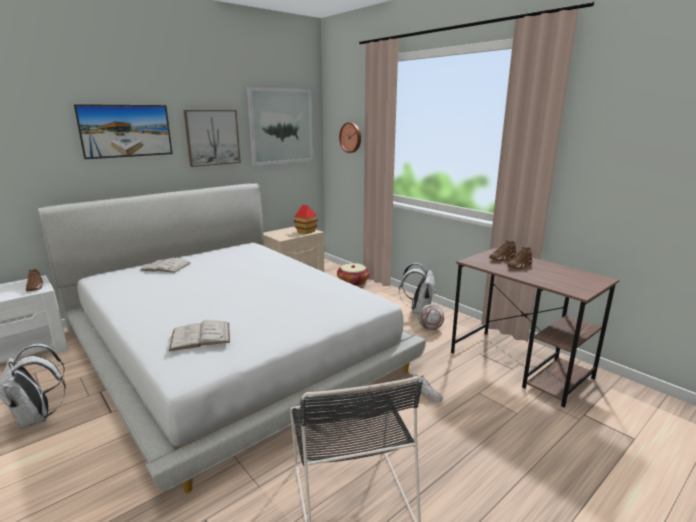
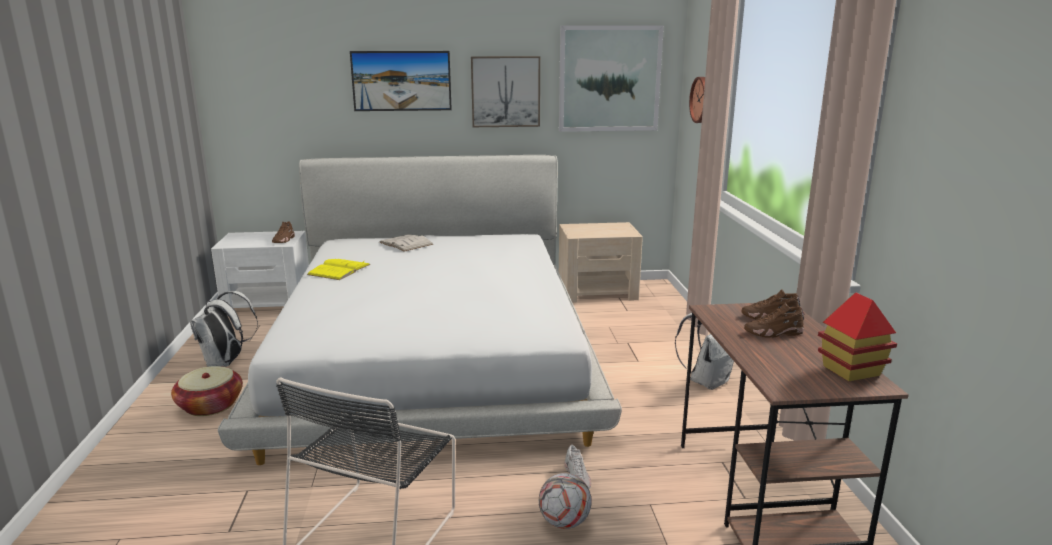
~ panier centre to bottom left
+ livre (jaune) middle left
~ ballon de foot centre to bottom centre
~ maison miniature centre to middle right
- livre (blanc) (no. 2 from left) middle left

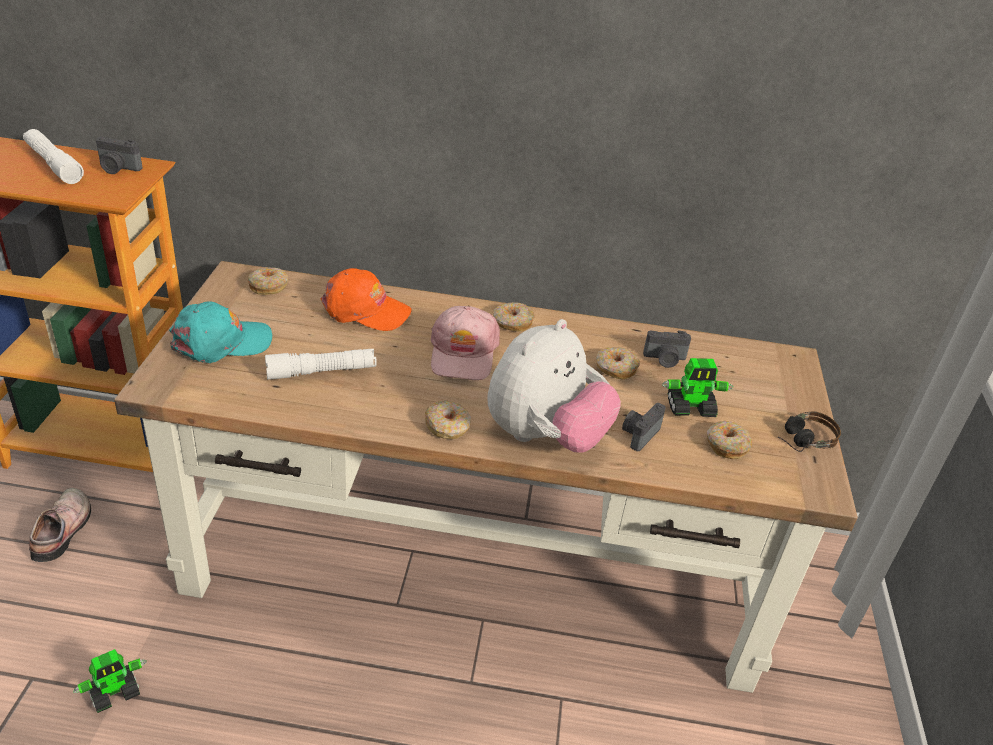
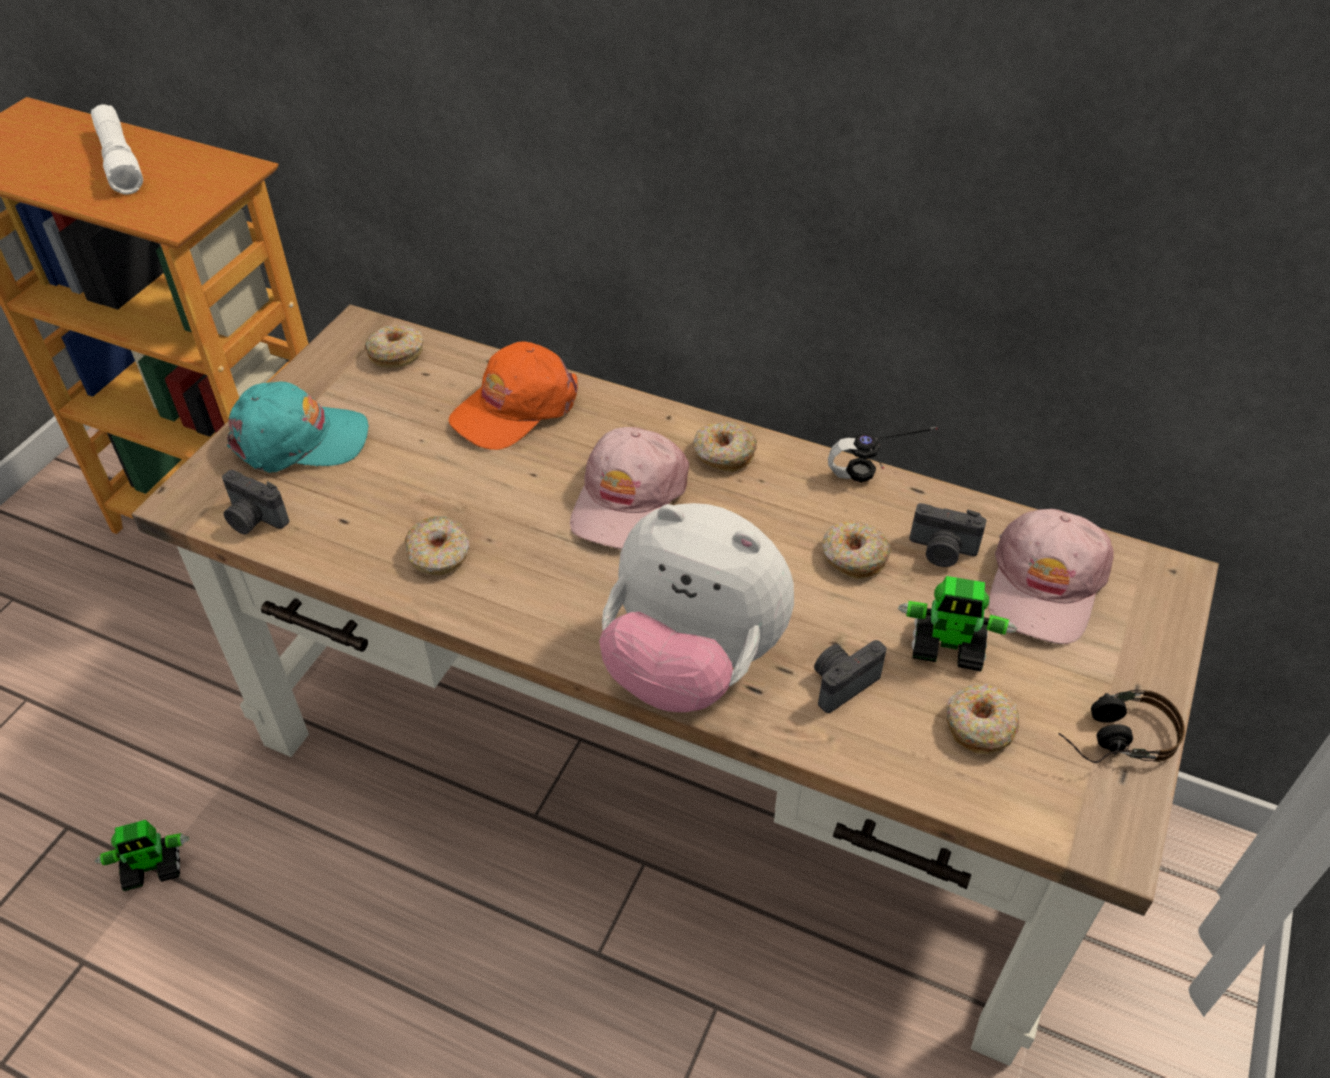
~ appareil photo (no. 1 from left) top left to middle left
~ beignet (no. 2 from left) centre to middle left
~ casquette (orange) centre = centre 105 degrees clockwise
~ peluche centre = centre 60 degrees clockwise
+ casque audio (no. 1 from left) centre
+ casquette (rose) (no. 2 from left) middle right
- chaussure bottom left
- lampe de poche (blanc) (no. 2 from left) middle left

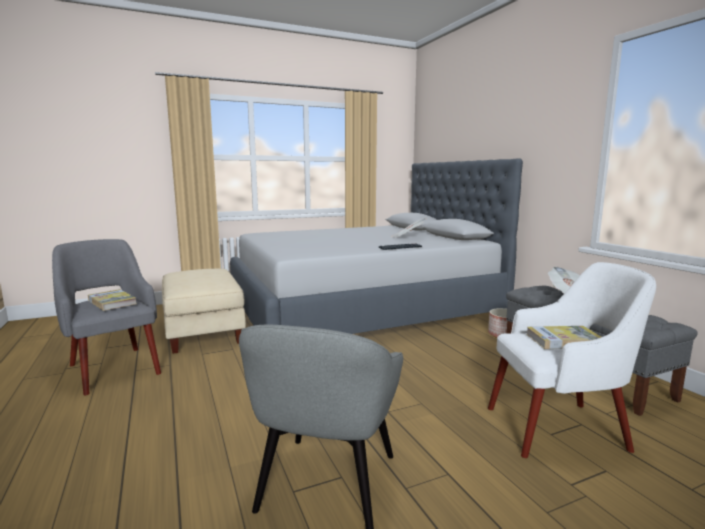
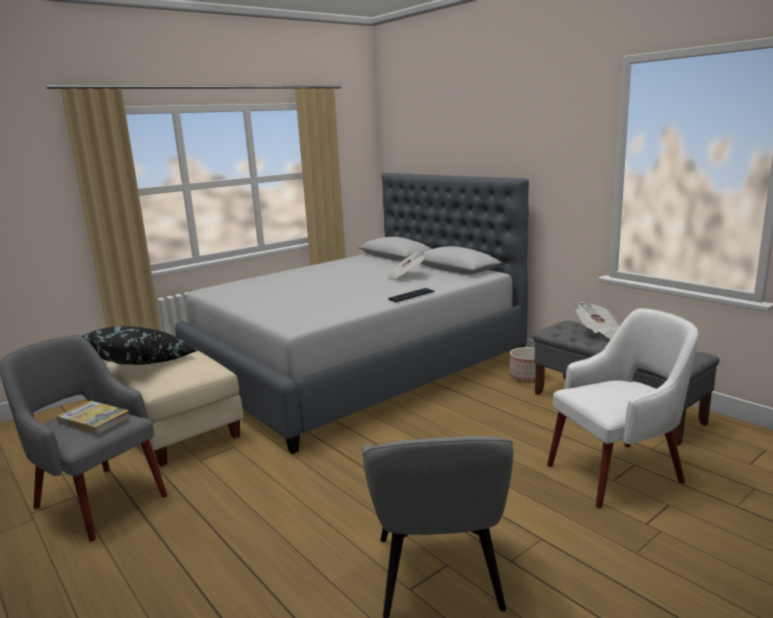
+ coussin (noir) middle left
- livre (no. 2 from left) middle right

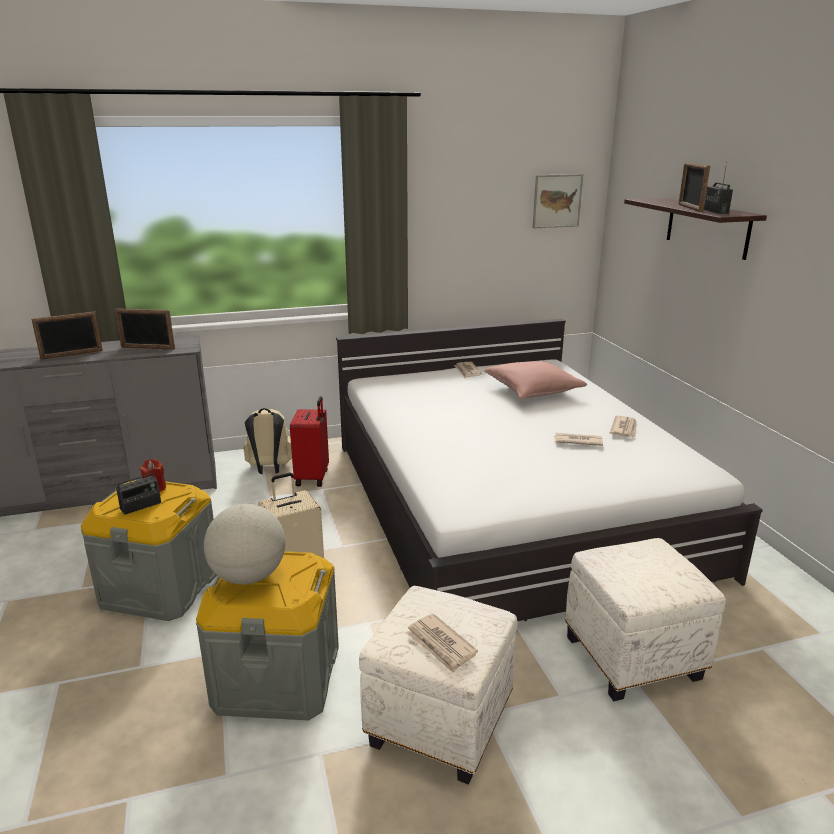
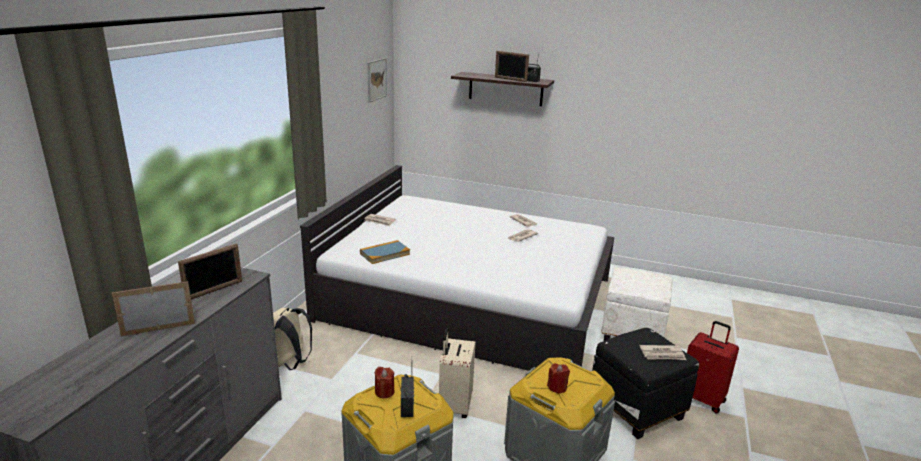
~ cadre photo (no. 1 from left) middle left = bottom left 120 degrees counterclockwise
+ livre centre
~ globe middle left to bougie (rouge) (no. 2 from left) bottom centre
~ pouf (blanc) (no. 1 from left) bottom centre to pouf (noir) bottom right
~ valise (rouge) centre to bottom right
- coussin (rose) centre

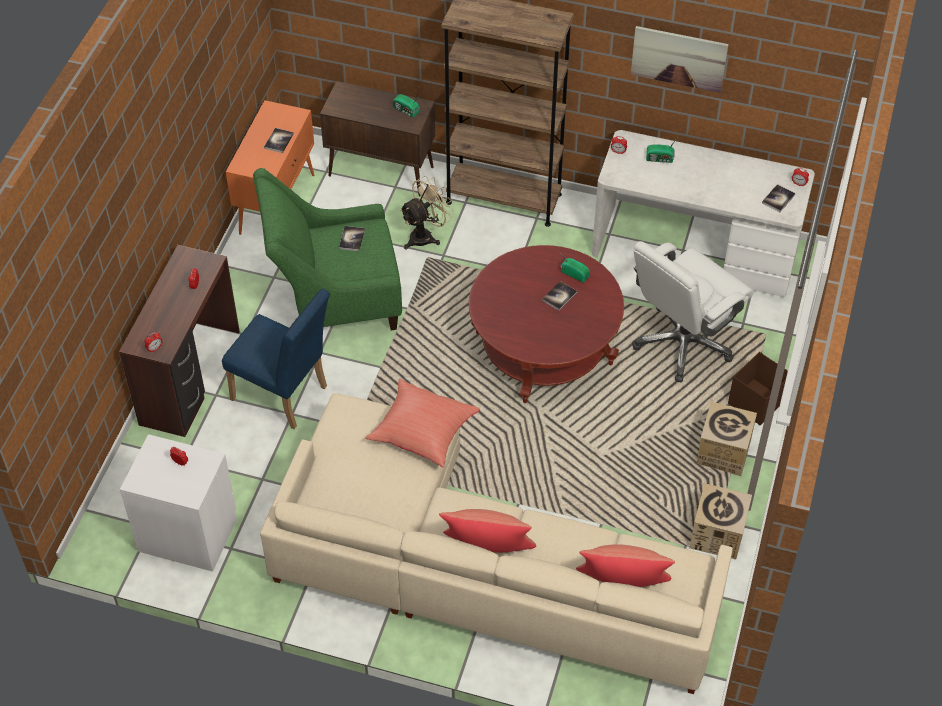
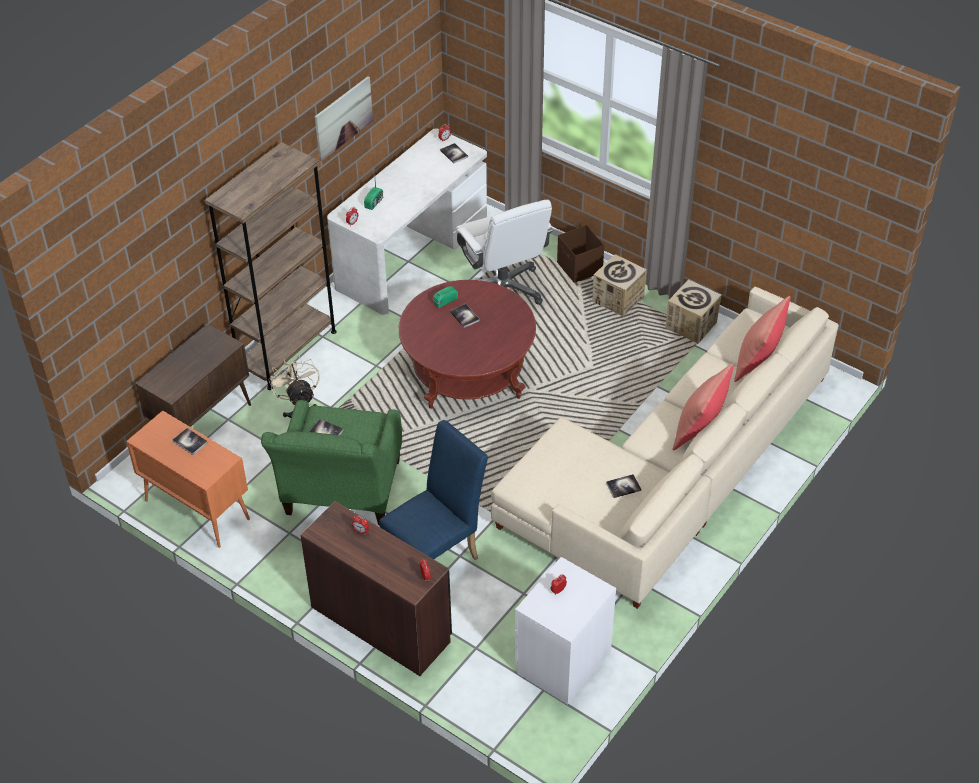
+ livre (no. 5 from left) centre
- coussin (rouge) (no. 1 from left) centre
- radio (no. 1 from left) top centre

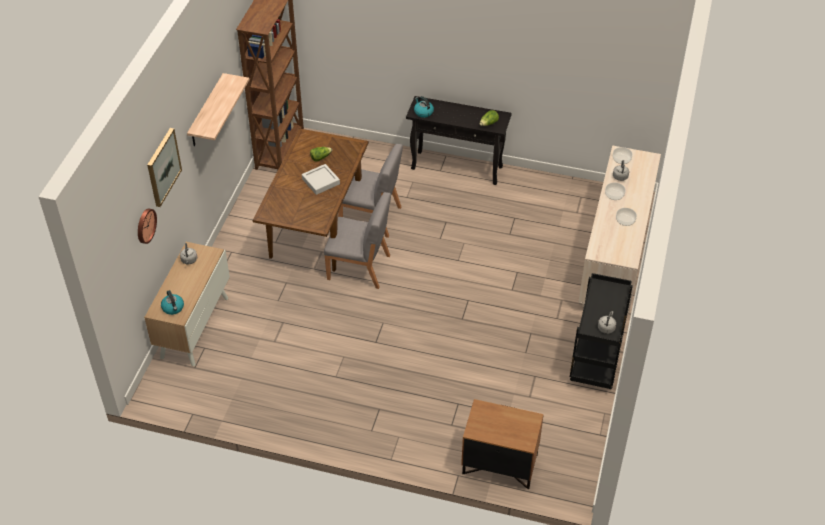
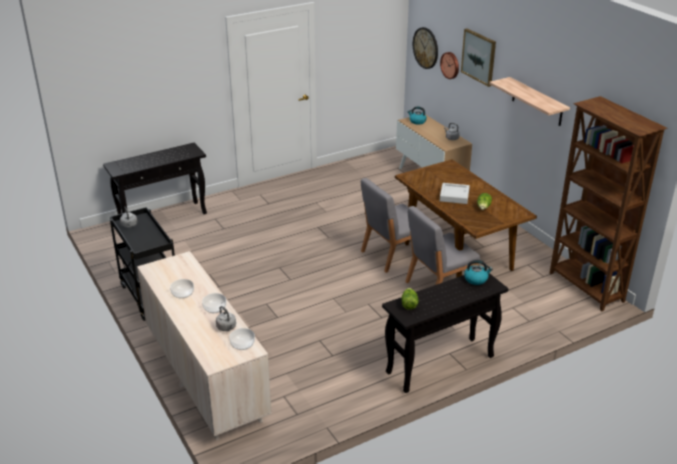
~ table de chevet (marron) bottom centre to table console (noir) (no. 1 from left) middle left
+ horloge murale (no. 1 from left) top centre

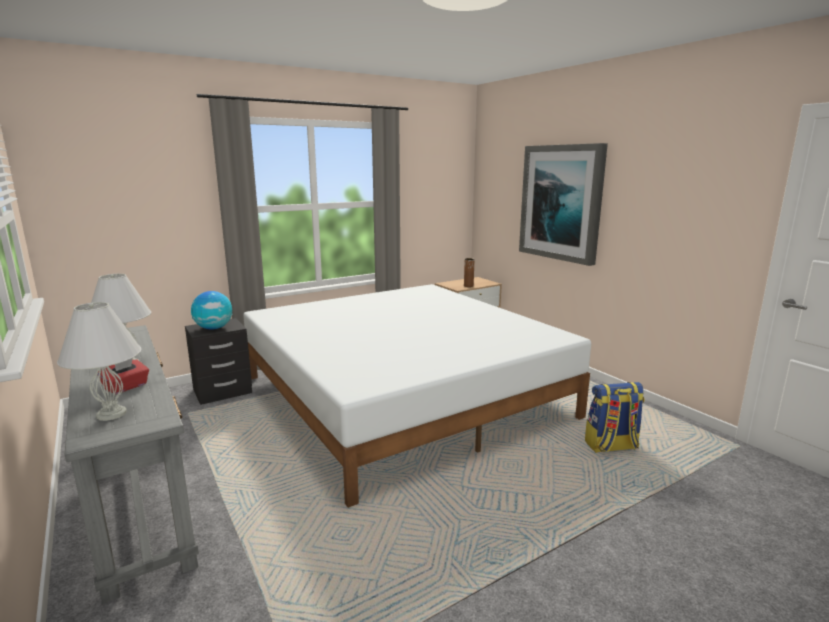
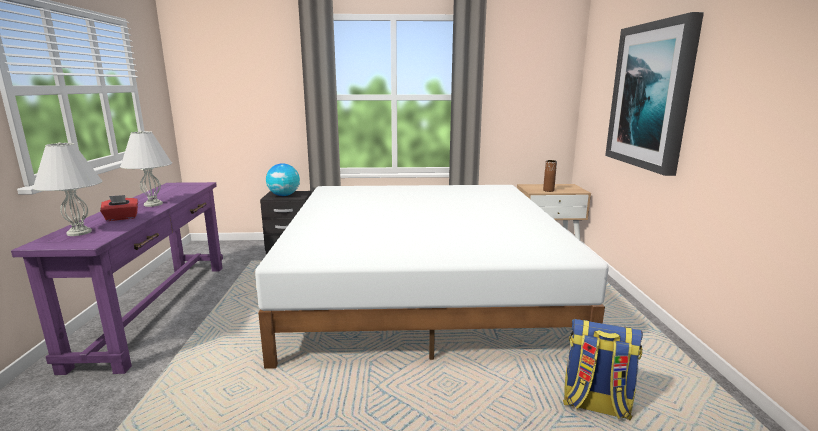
~ table console (gris) bottom left to table console (violet) middle left

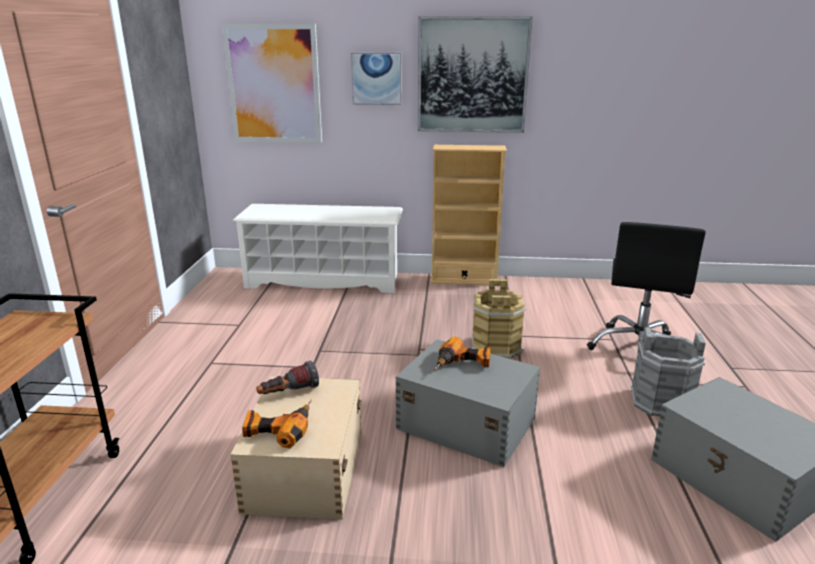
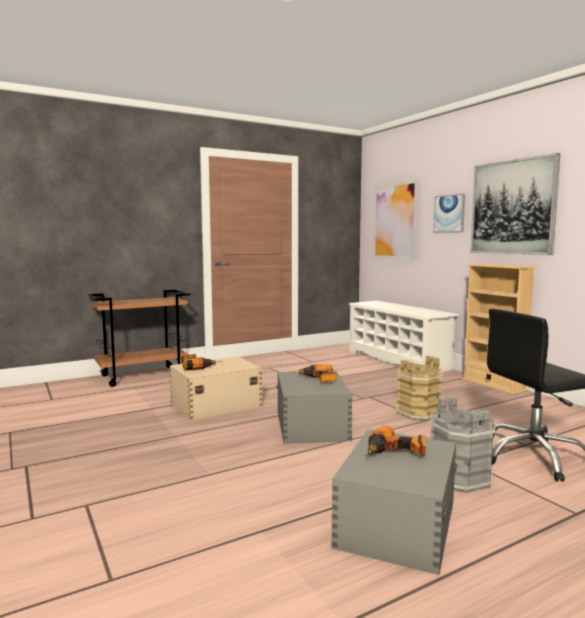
+ perceuse (no. 3 from left) bottom right
- lampe de poche bottom centre

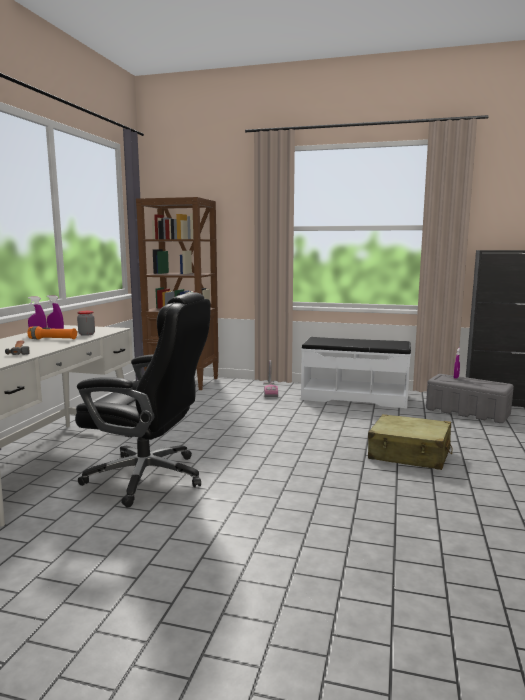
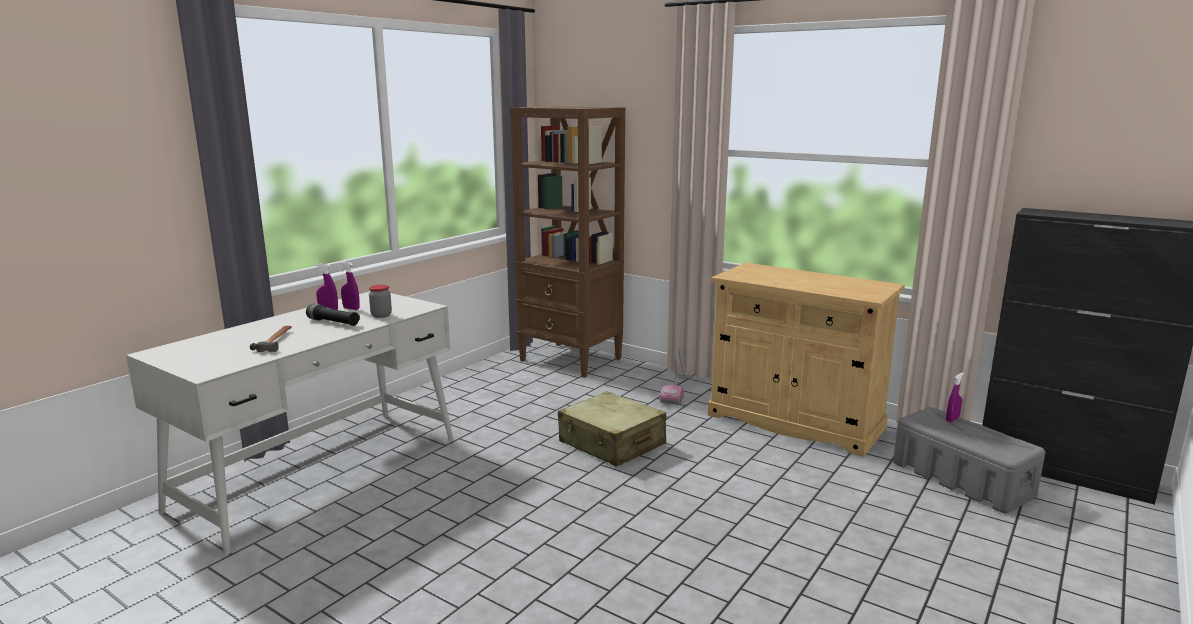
~ lampe de poche (orange) middle left to lampe de poche (noir) middle left
~ valise (beige) middle right to bottom centre
~ banc (blanc) middle right to meuble de rangement (beige) middle right
- chaise de bureau (noir) middle left

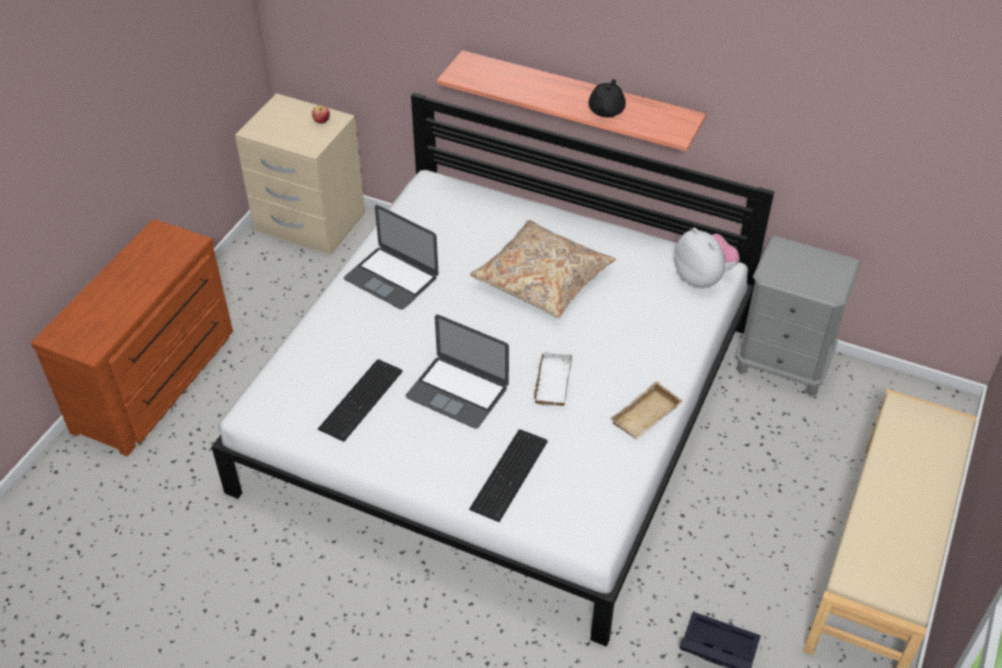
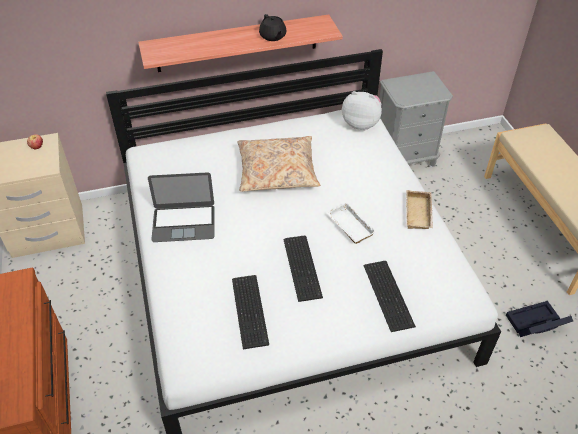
~ ordinateur portable (no. 2 from left) centre to clavier (no. 2 from left) centre

